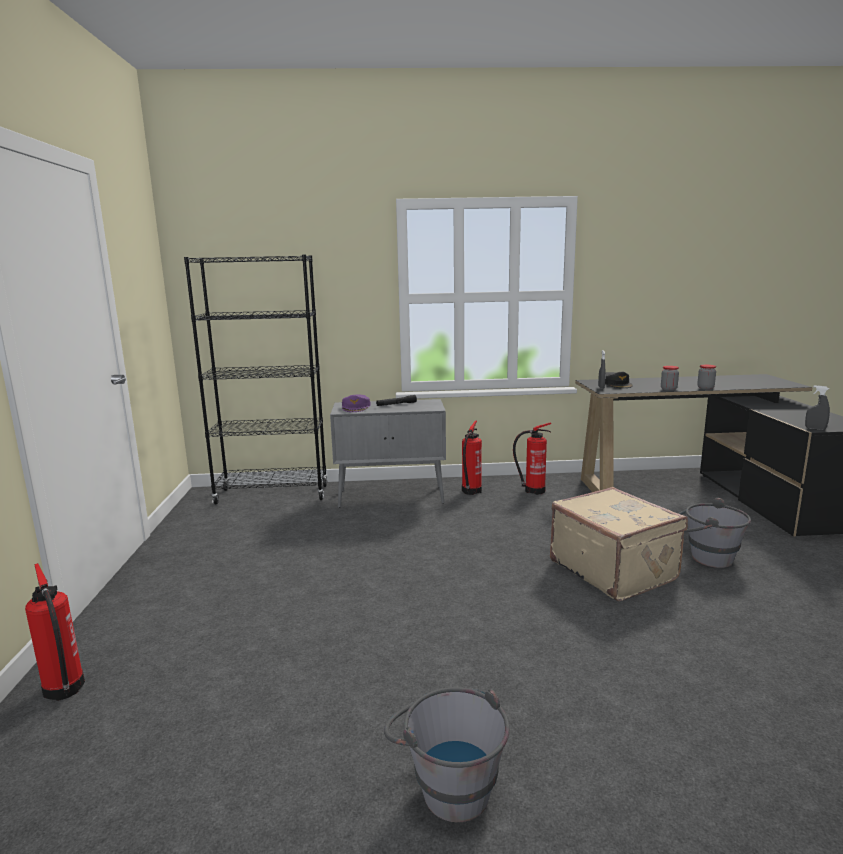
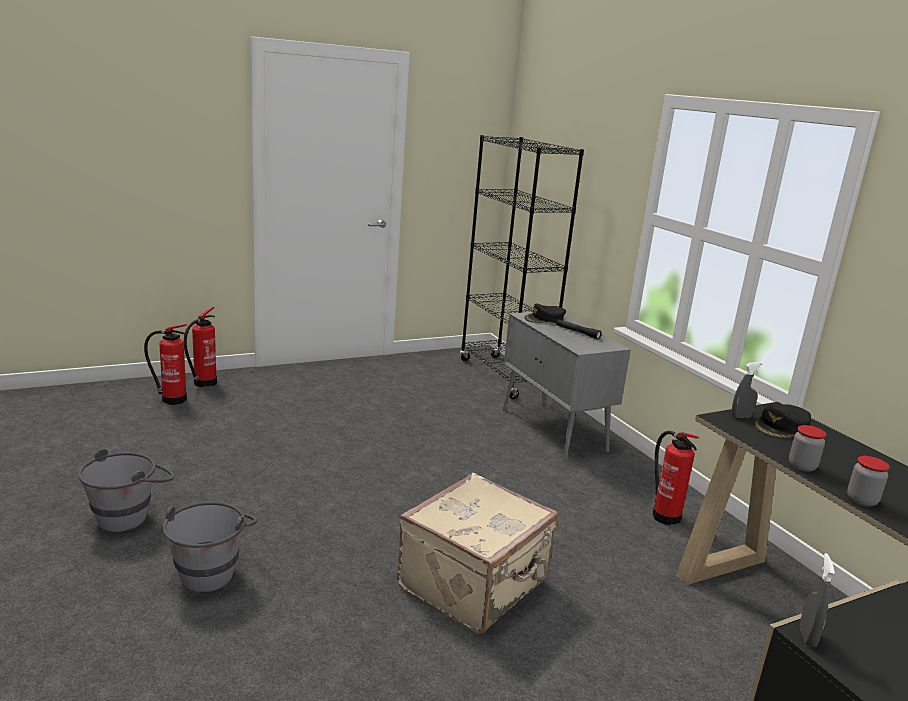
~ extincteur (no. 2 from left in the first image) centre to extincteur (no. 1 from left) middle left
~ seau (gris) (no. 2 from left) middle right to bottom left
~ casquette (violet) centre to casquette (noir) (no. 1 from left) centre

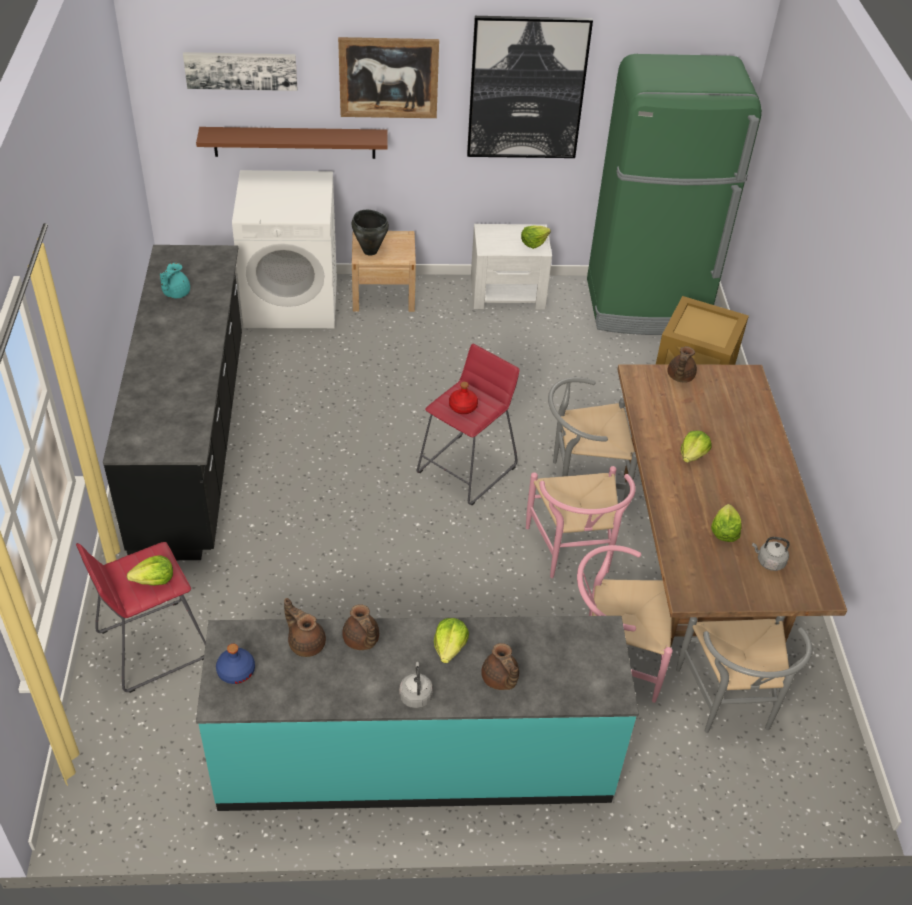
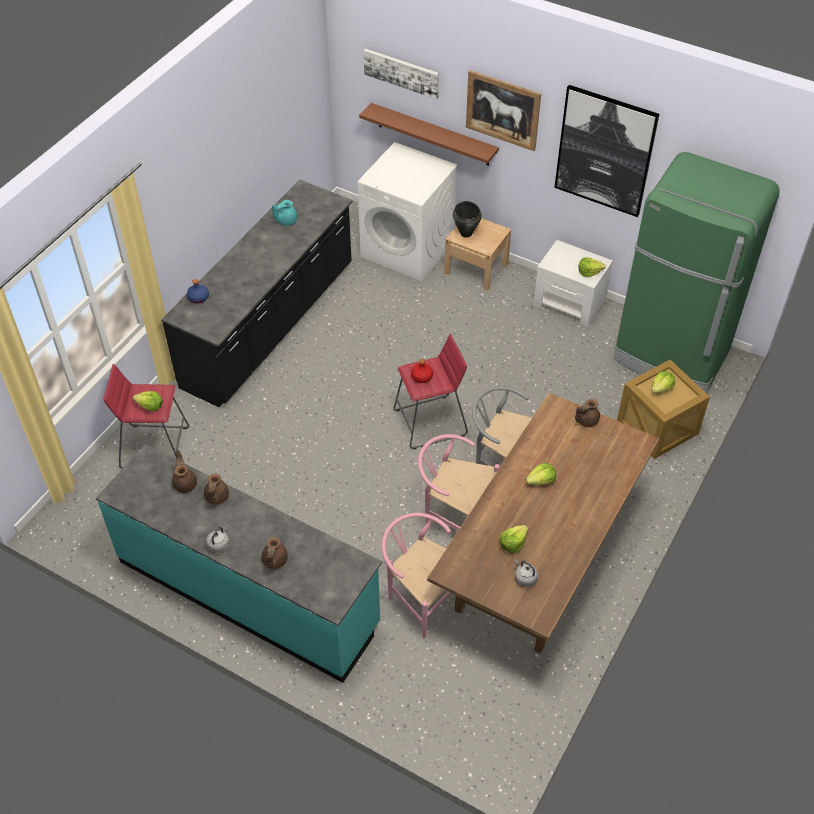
~ bouteille (bleu) bottom left to middle left
~ chaise (rose) (no. 1 from left in the first image) centre = centre 90 degrees clockwise
~ laitue (no. 2 from left in the first image) bottom centre to laitue (no. 5 from left) middle right
- chaise (gris) (no. 2 from left) bottom right

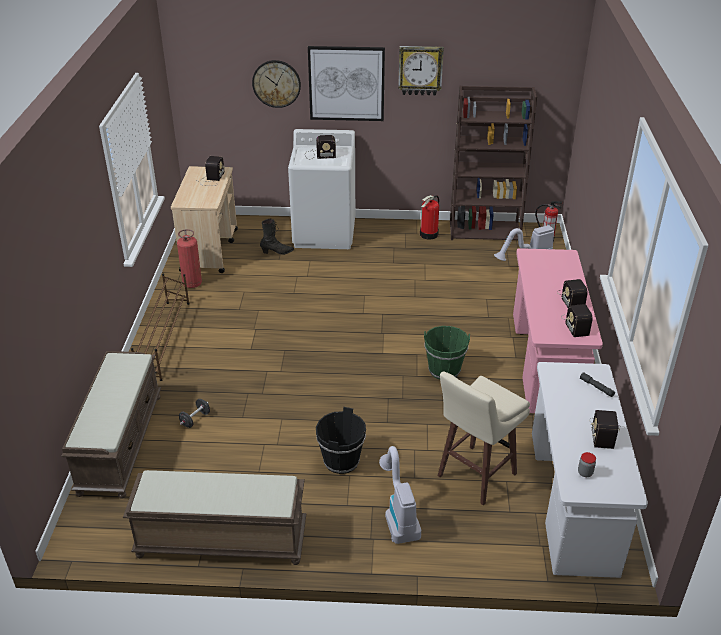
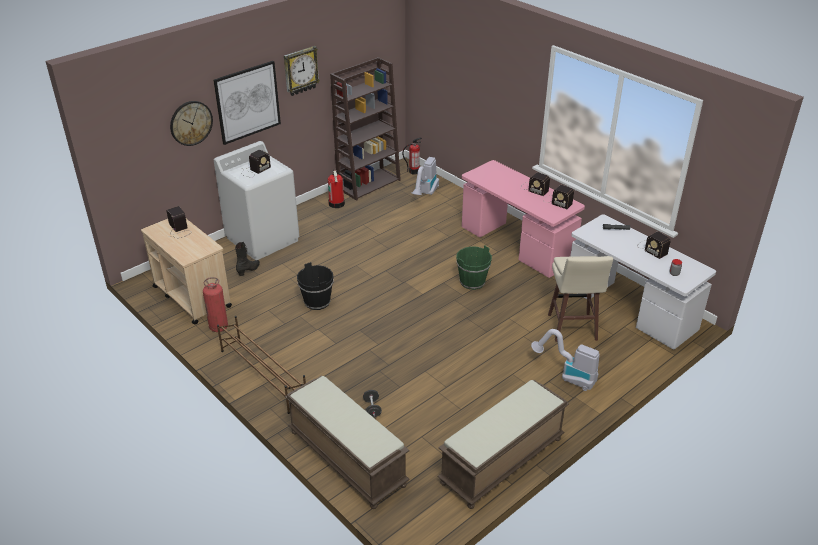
~ seau (noir) bottom centre to centre

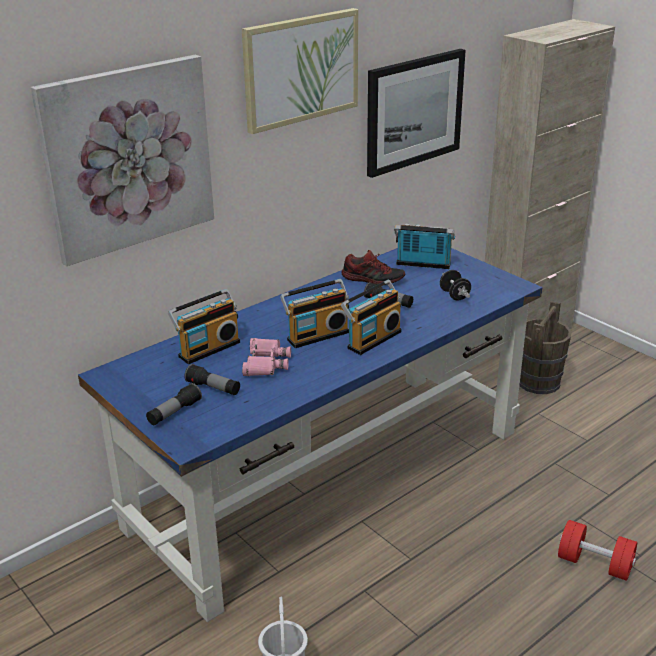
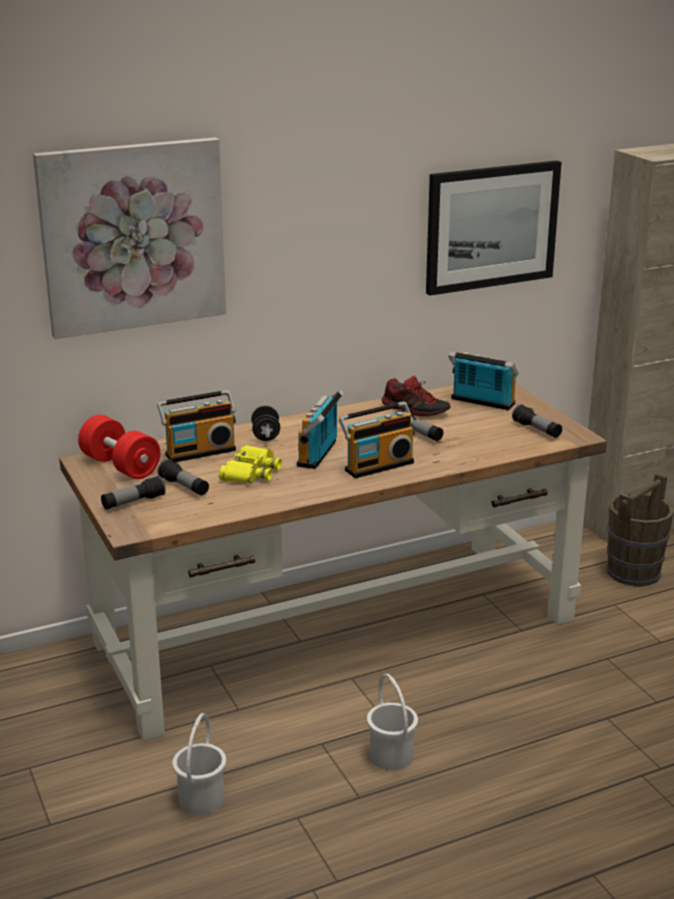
~ bureau (bleu) centre to bureau (marron) centre
~ haltère (rouge) bottom right to middle left
~ jumelles (rose) centre to jumelles (jaune) centre
~ haltère (noir) middle right to centre
~ radio (no. 2 from left) centre = centre 120 degrees clockwise
+ seau (blanc) (no. 2 from left) bottom centre
+ lampe de poche (no. 4 from left) middle right
- tableau (no. 2 from left) top centre

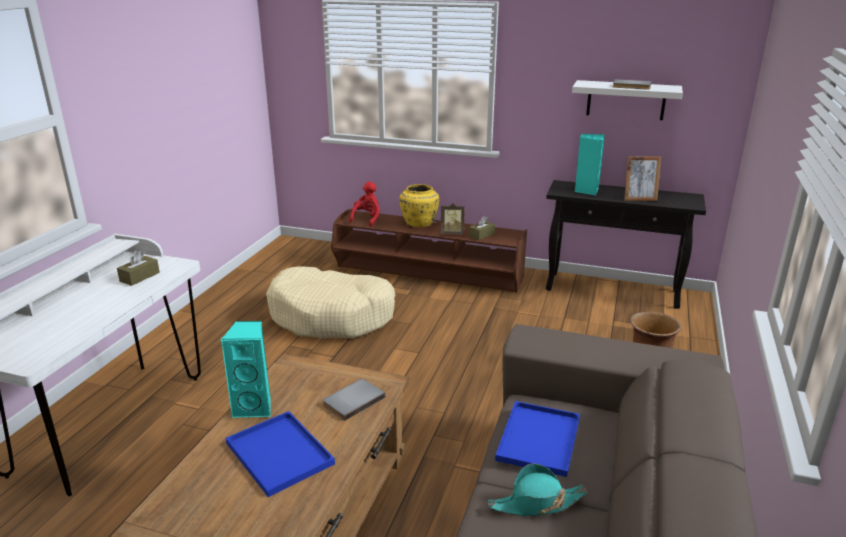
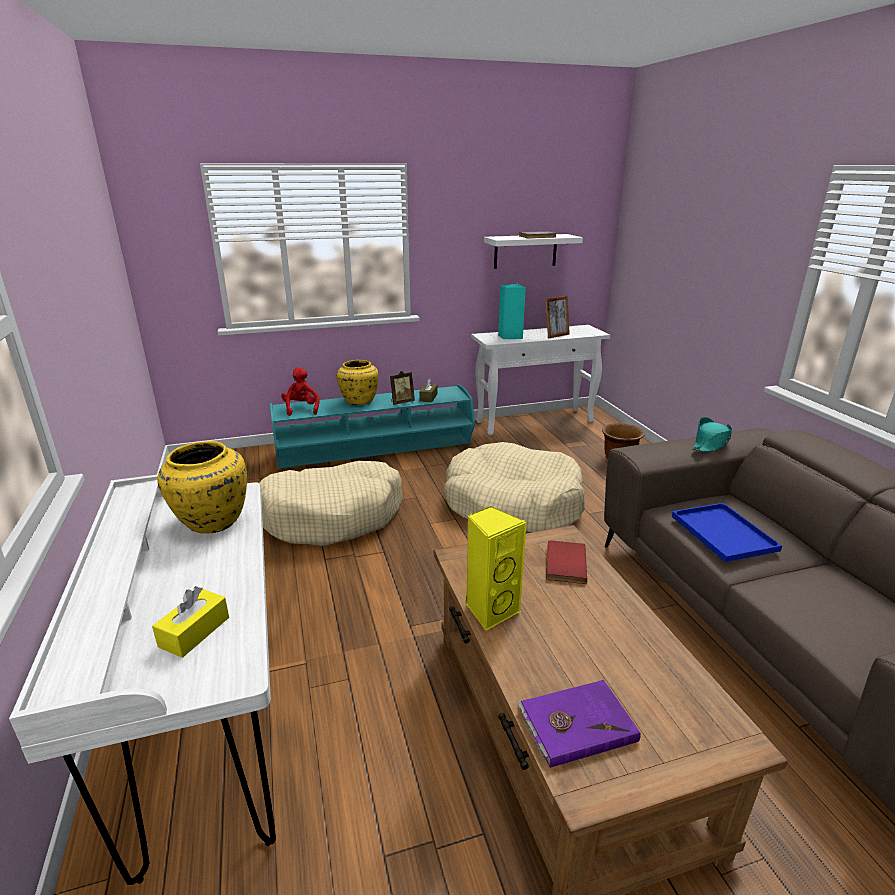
+ boîte à mouchoirs (jaune) bottom left
~ boîte à mouchoirs (marron) (no. 1 from left) middle left to vase (jaune) (no. 1 from left) middle left
~ meuble télé (marron) centre to meuble télé (turquoise) centre
+ panier pour chien (beige) (no. 2 from left) centre
~ enceinte (turquoise) (no. 1 from left) bottom left to enceinte (jaune) centre
~ table console (noir) middle right to table console (blanc) centre
+ livre (violet) bottom centre
~ livre (gris) (no. 1 from left) bottom centre to livre (rouge) centre
~ chapeau (turquoise) bottom centre to middle right
- plateau (bleu) (no. 1 from left) bottom left

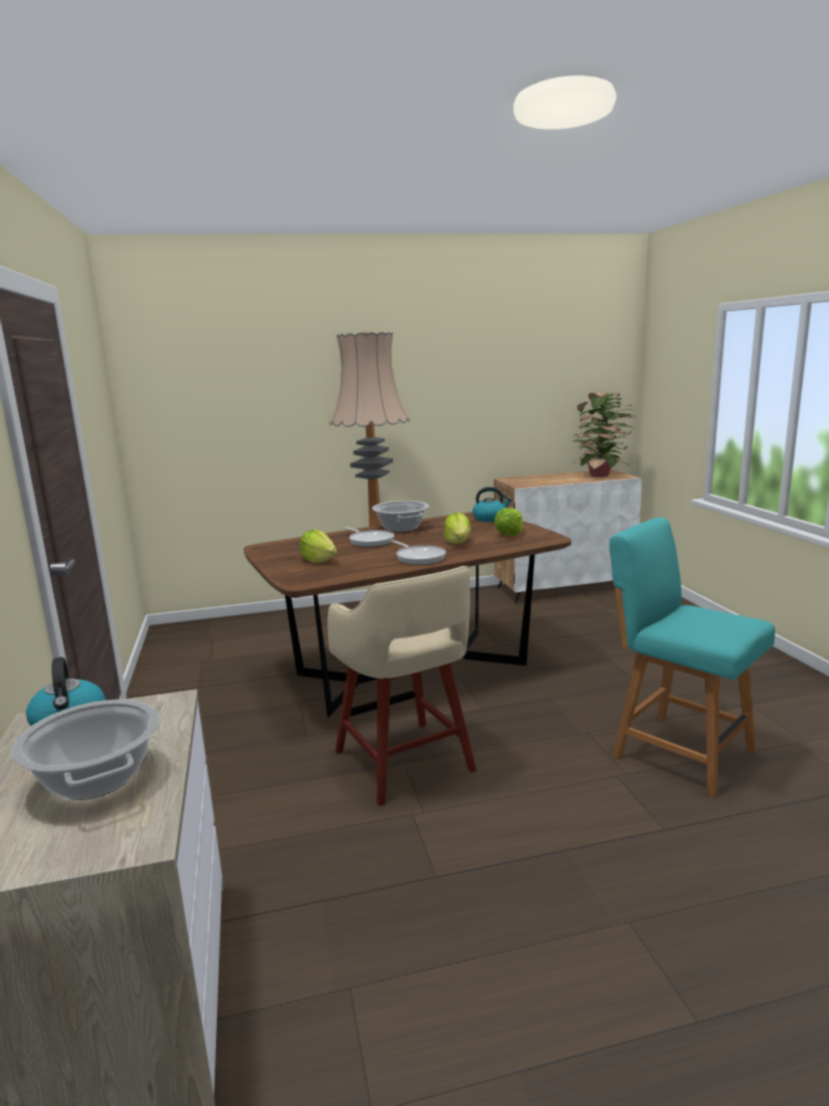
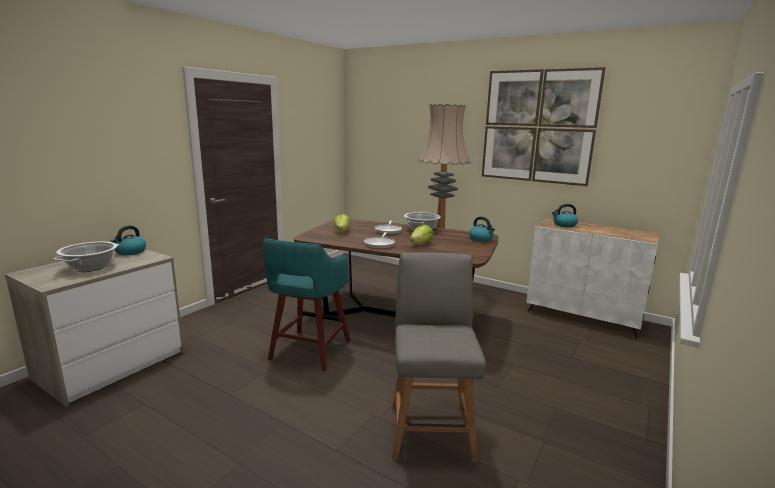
~ tabouret (beige) centre to tabouret (turquoise) centre
~ chaise (turquoise) middle right to chaise (gris) bottom centre
+ tableau top right
+ bouilloire (no. 3 from left) middle right
- laitue (no. 3 from left) centre
- plante en pot middle right

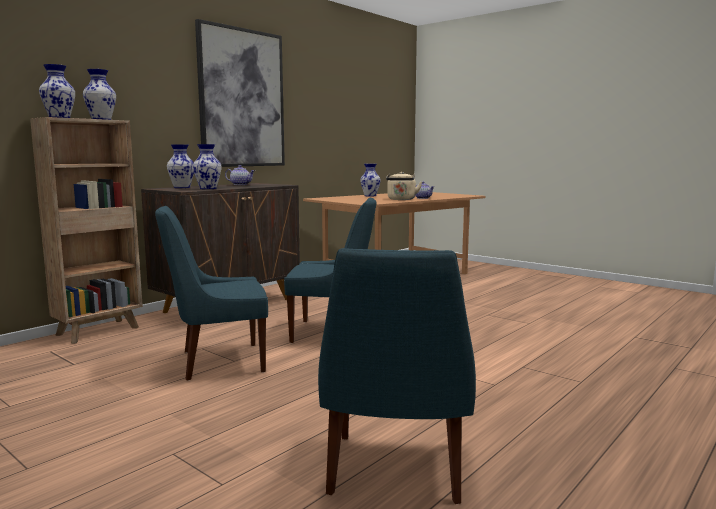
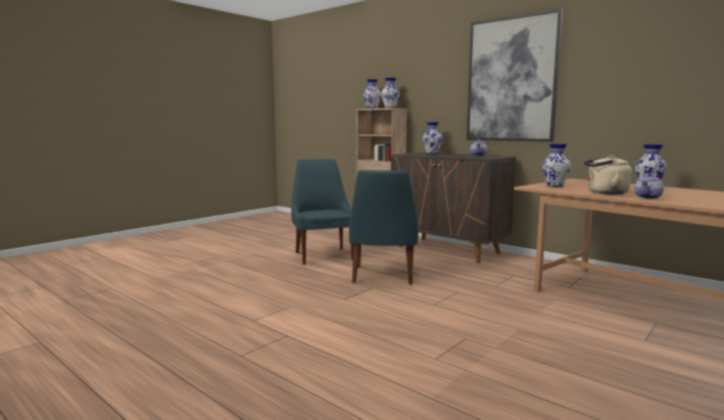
~ vase (no. 4 from left) top left to middle right
- chaise (bleu) (no. 3 from left) bottom centre

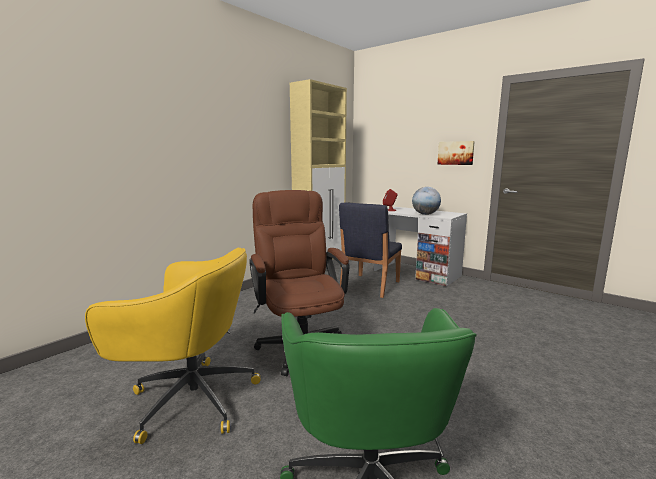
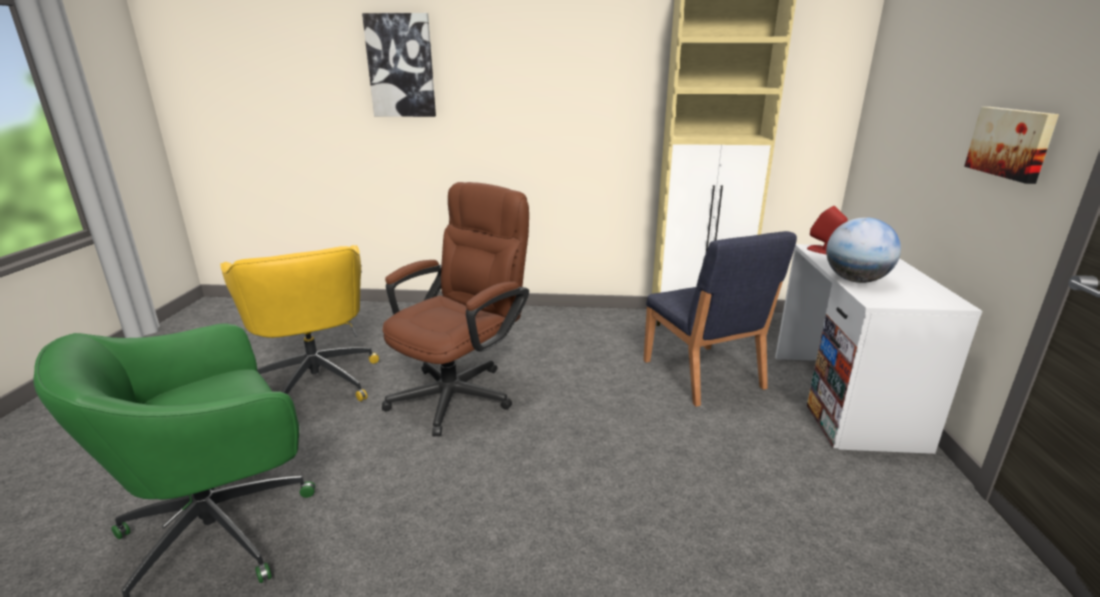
+ tableau (no. 1 from left) top centre
~ chaise (bleu) centre = centre 105 degrees counterclockwise

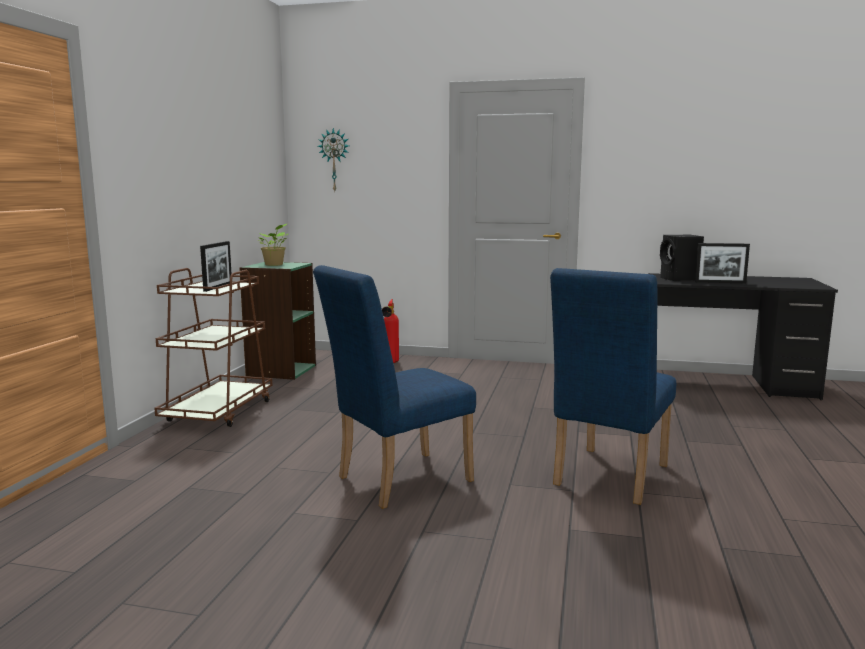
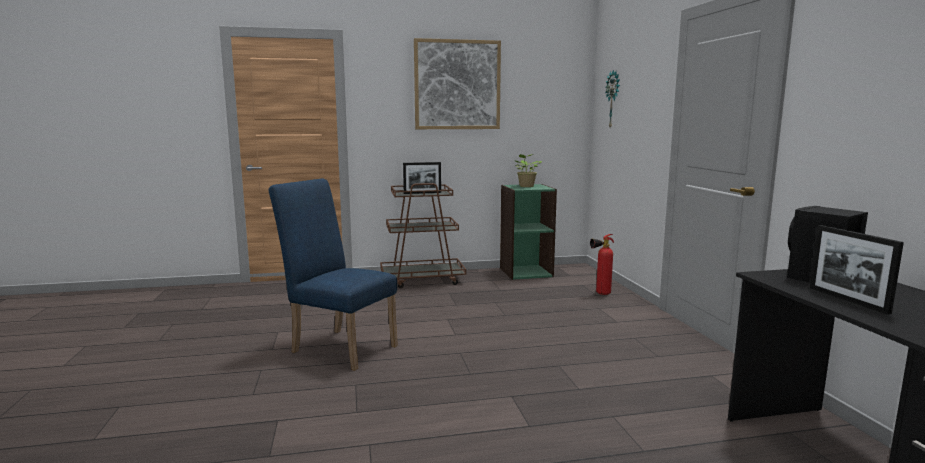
+ tableau top centre
- chaise (bleu) (no. 2 from left) middle right

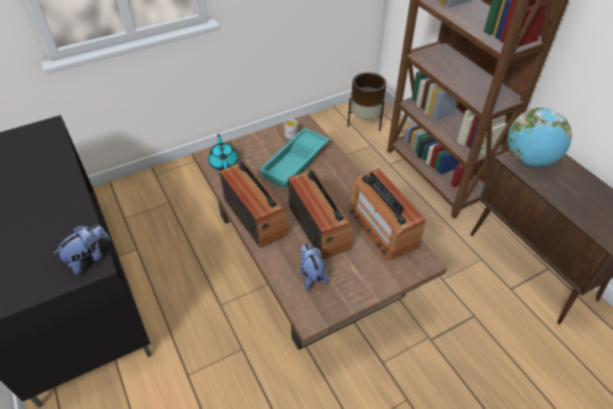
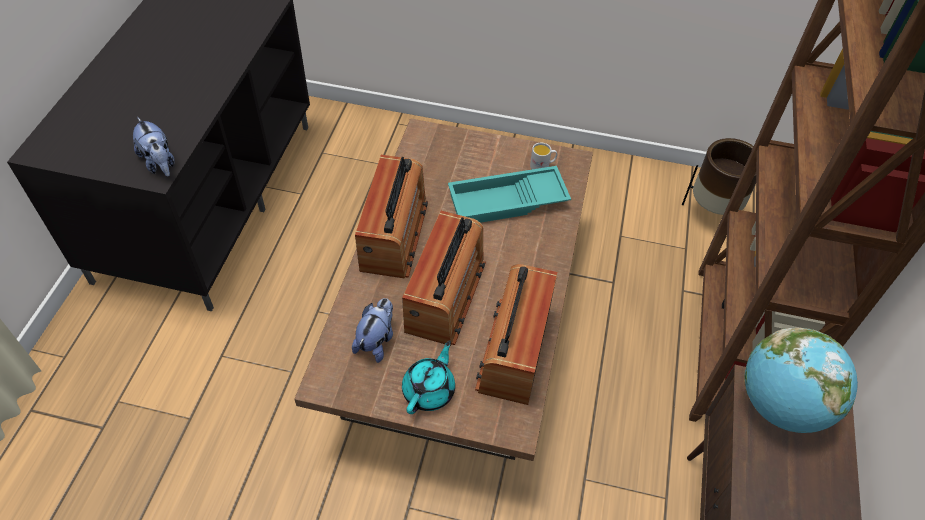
~ peluche (no. 1 from left) middle left = top left 60 degrees clockwise
~ théière (turquoise) centre to bottom centre

